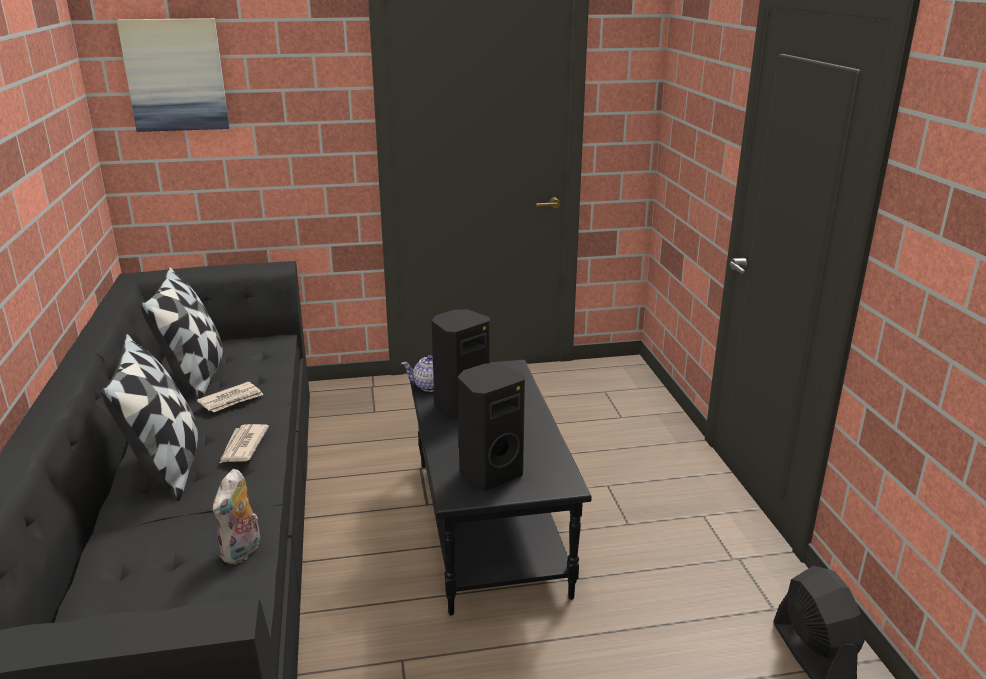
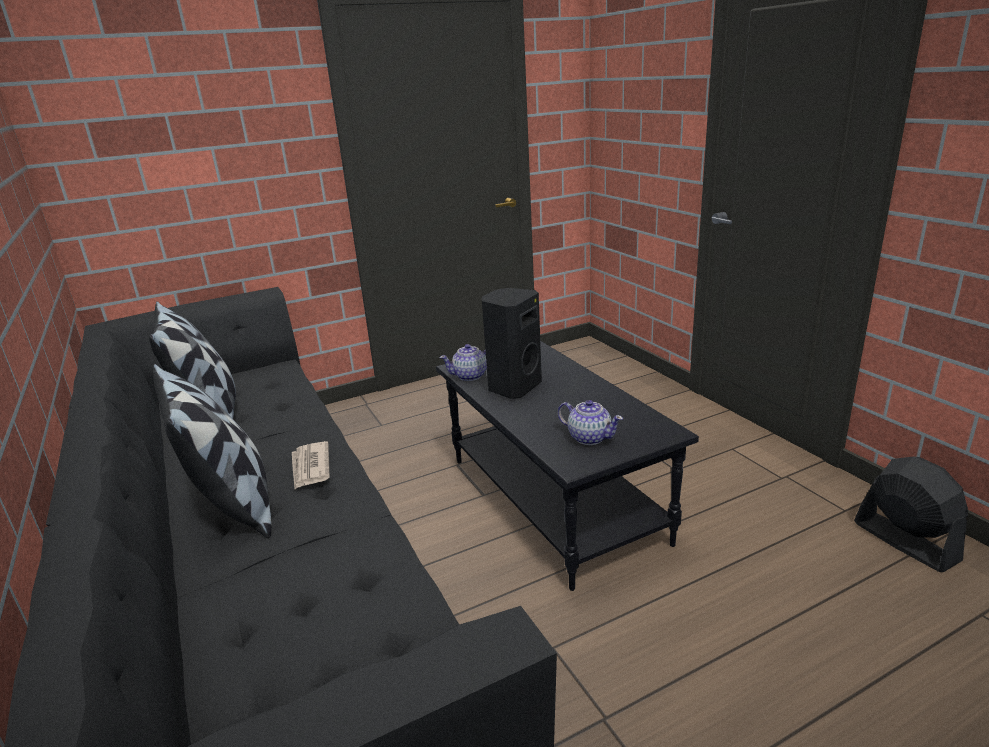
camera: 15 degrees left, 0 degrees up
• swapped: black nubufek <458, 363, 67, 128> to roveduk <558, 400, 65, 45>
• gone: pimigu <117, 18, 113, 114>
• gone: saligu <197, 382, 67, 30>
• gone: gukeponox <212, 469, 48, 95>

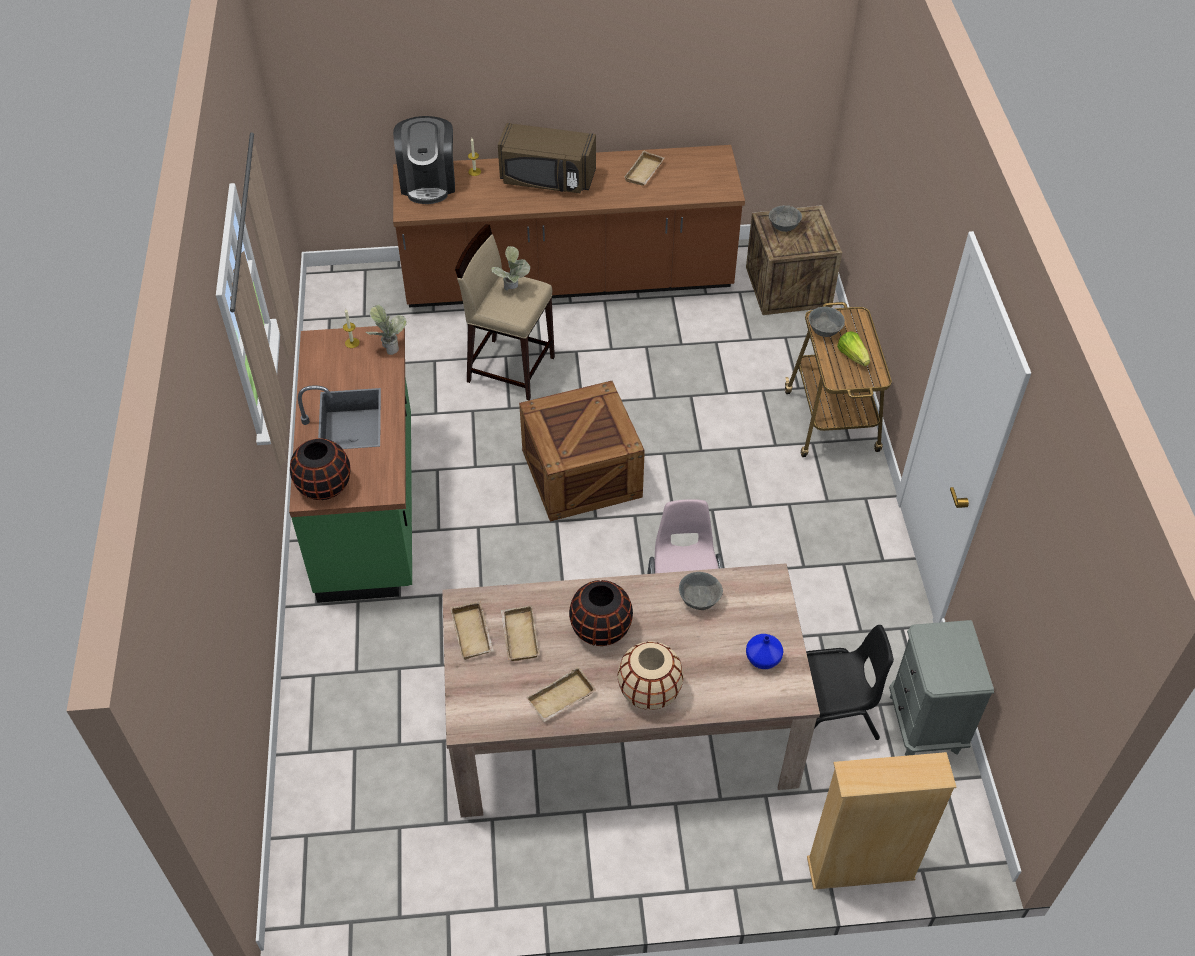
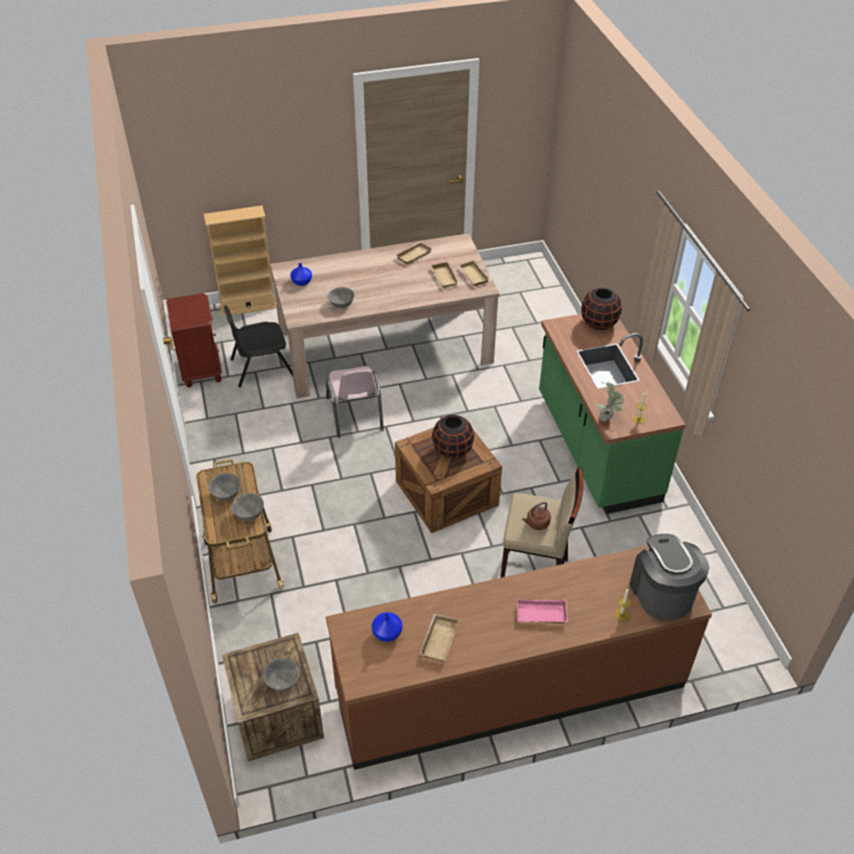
camera: 170 degrees right, 5 degrees down
• repainted: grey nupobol <889, 620, 105, 136> to brown nupobol <166, 293, 56, 95>
• swapped: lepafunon <837, 331, 33, 35> to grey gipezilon <208, 473, 33, 27>
• new: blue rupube <372, 612, 30, 30>
• shifted: black rupube <569, 580, 64, 66> to <432, 415, 42, 44>
• swapped: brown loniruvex <498, 123, 98, 70> to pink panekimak <517, 599, 51, 25>
• swapped: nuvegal <491, 246, 39, 45> to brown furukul <522, 502, 29, 28>
• gone: beige rupube <618, 641, 66, 69>

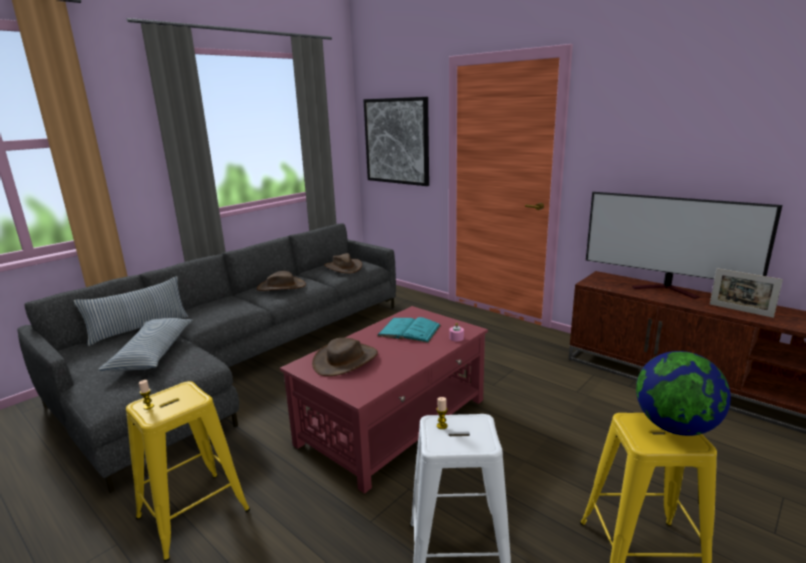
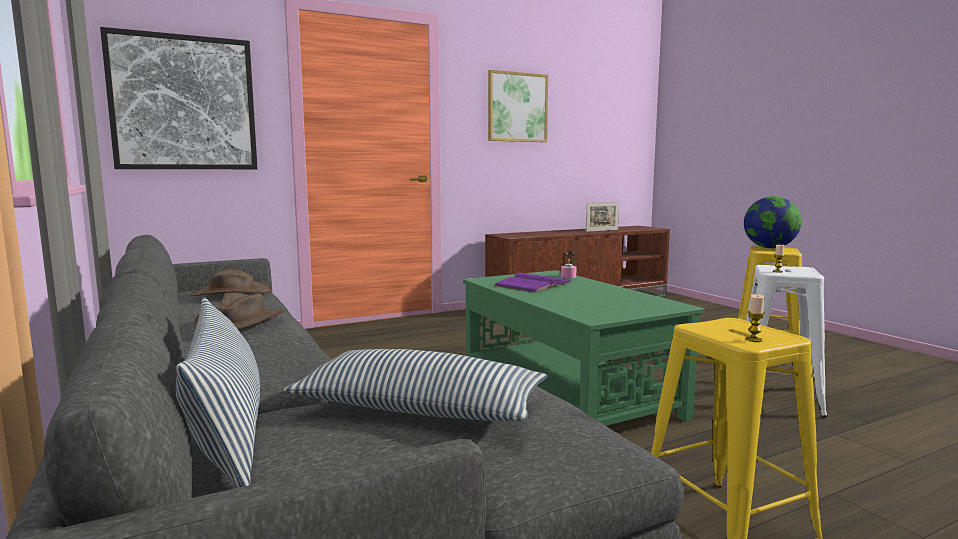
camera: 70 degrees left, 10 degrees down
• repainted: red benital <280, 306, 208, 188> to green benital <463, 270, 242, 156>
• new: pimigu <488, 70, 60, 72>
• repainted: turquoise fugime <377, 317, 64, 26> to purple fugime <494, 273, 78, 20>
• gone: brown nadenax <312, 338, 66, 38>
• gone: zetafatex <586, 192, 196, 107>

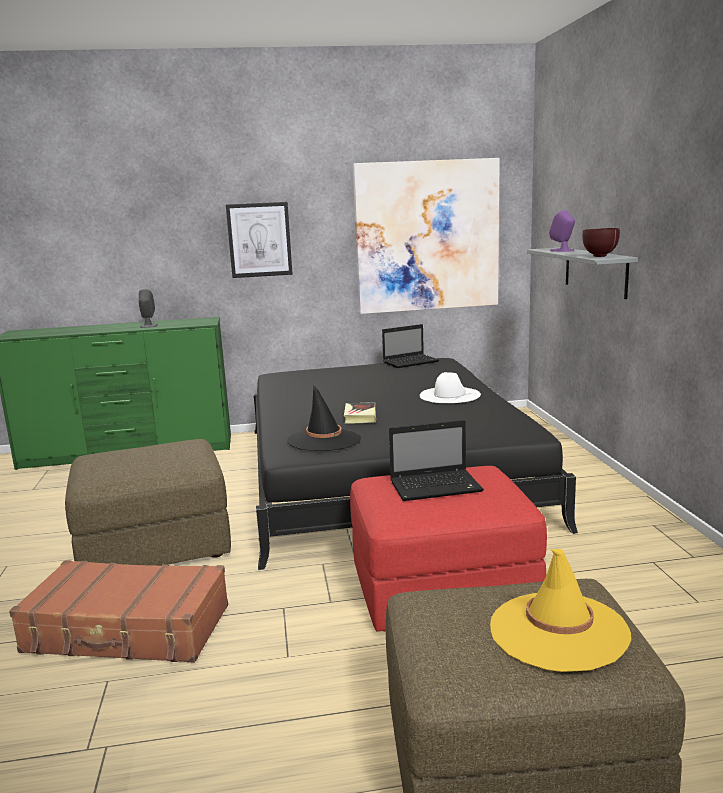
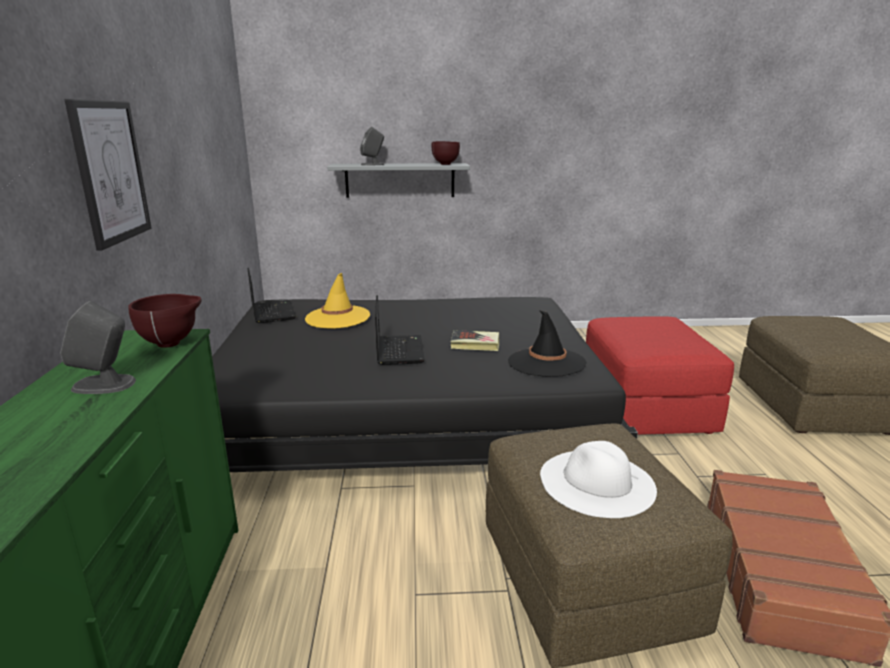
camera: 85 degrees left, 5 degrees up
• new: brown gipezilon <128, 294, 73, 54>
• shifted: yellow nadenax <490, 549, 141, 123> to <305, 273, 65, 56>
• repainted: purple nubufek <549, 210, 26, 42> to grey nubufek <360, 127, 24, 39>
• shifted: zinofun <389, 420, 95, 81> to <375, 295, 50, 70>
• shifted: white nadenax <420, 372, 61, 31> to <540, 441, 117, 77>
• gone: pimigu <353, 158, 147, 156>

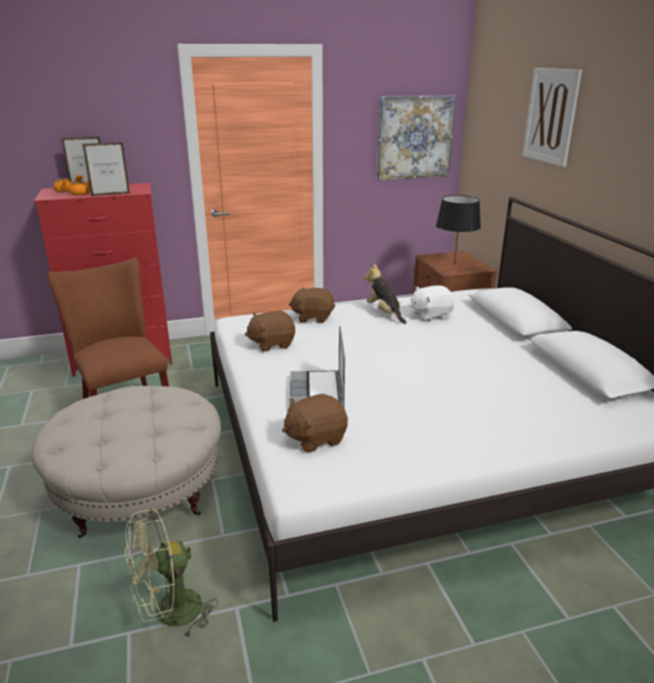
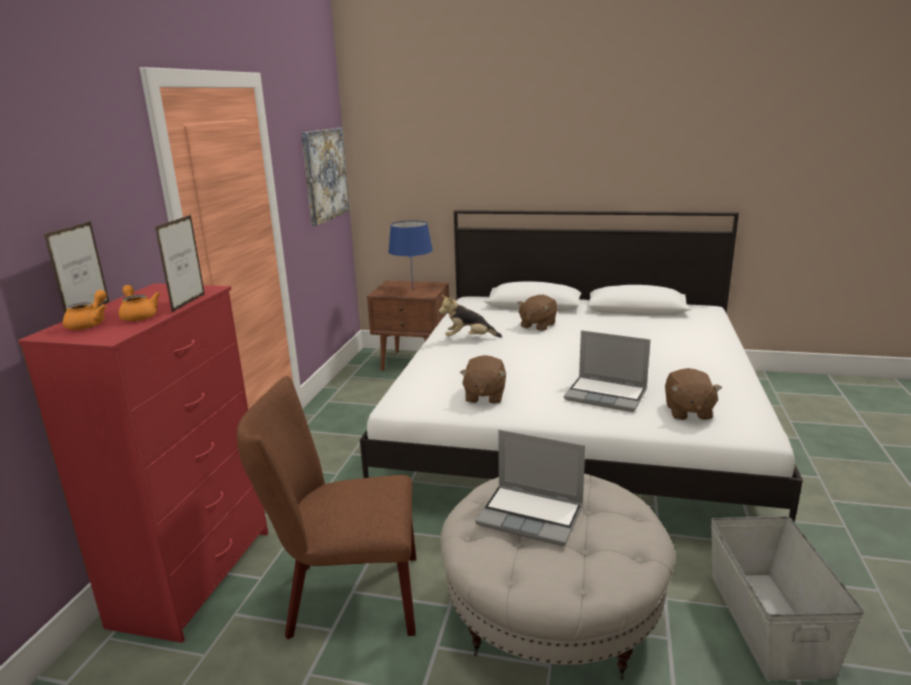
camera: 60 degrees left, 5 degrees down
• repainted: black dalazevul <436, 195, 45, 69> to blue dalazevul <388, 221, 45, 68>
• new: zinofun <475, 430, 110, 116>
• shifted: brown gukeponox <289, 287, 46, 36> to <518, 295, 39, 36>
• swapped: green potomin <125, 508, 93, 131> to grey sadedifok <710, 516, 154, 164>
• gone: white gukeponox <409, 285, 46, 36>
• gone: pimigu <522, 68, 60, 99>

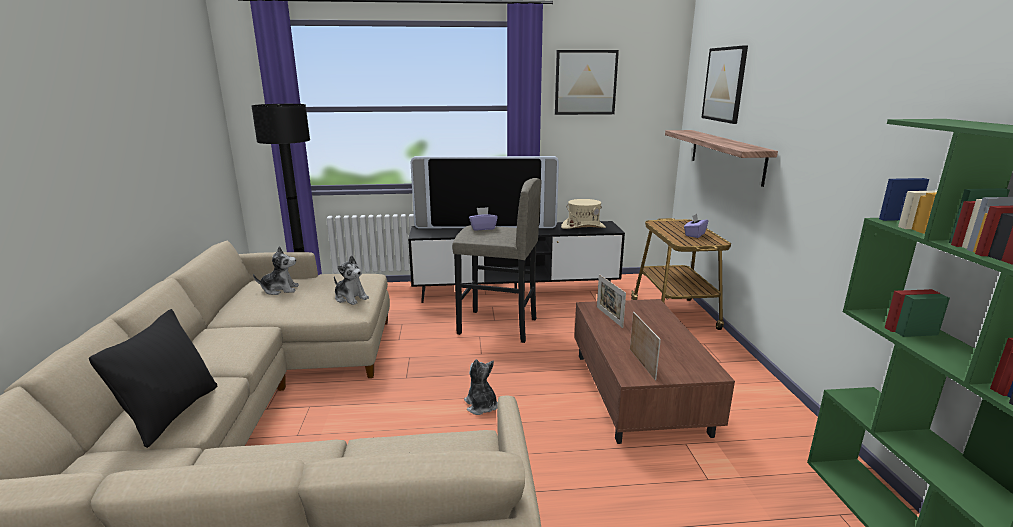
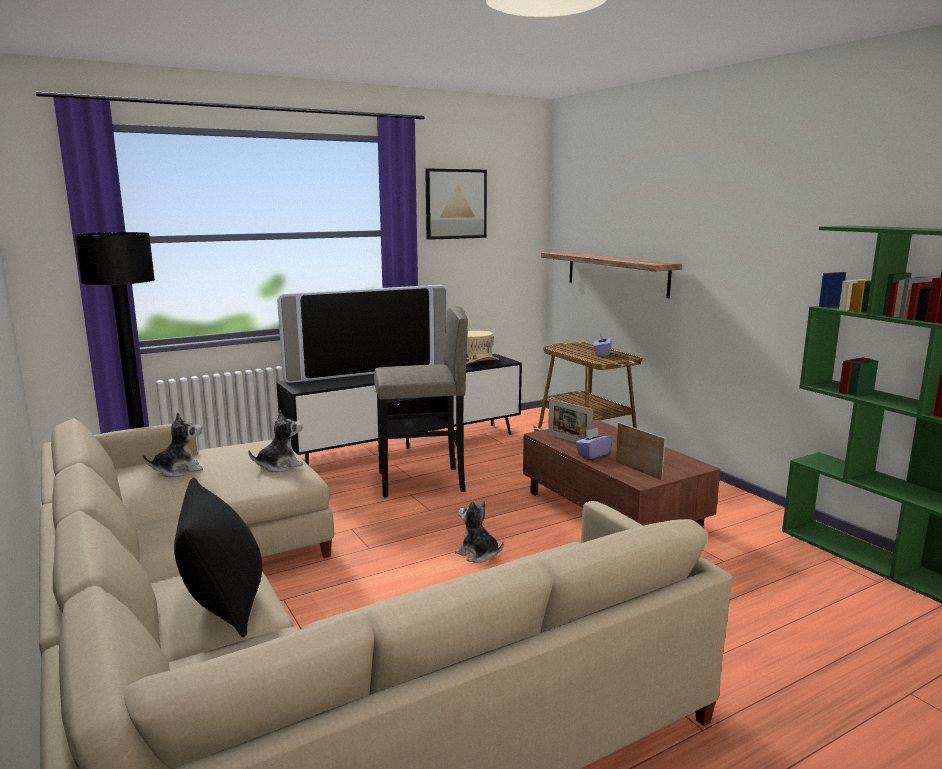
camera: 25 degrees left, 5 degrees down
• rotated: gukeponox <334, 255, 35, 50> = <248, 410, 55, 62> 45 degrees counterclockwise
• shifted: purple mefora <469, 207, 29, 23> to <575, 427, 38, 32>
• gone: pimigu <701, 45, 47, 79>

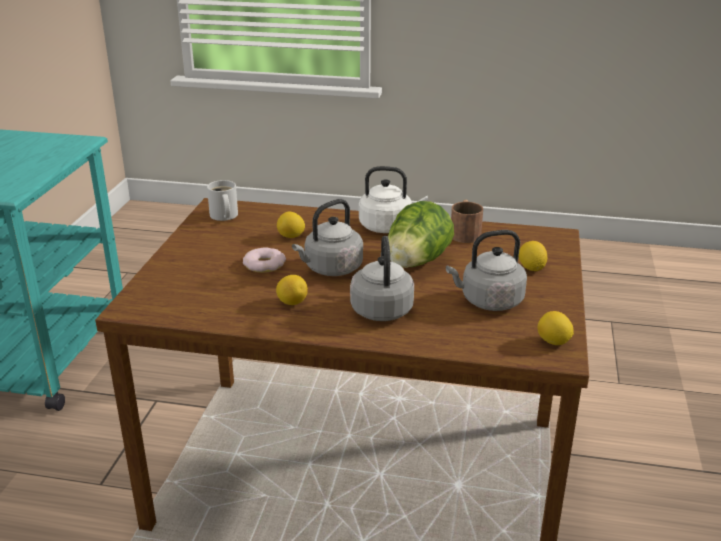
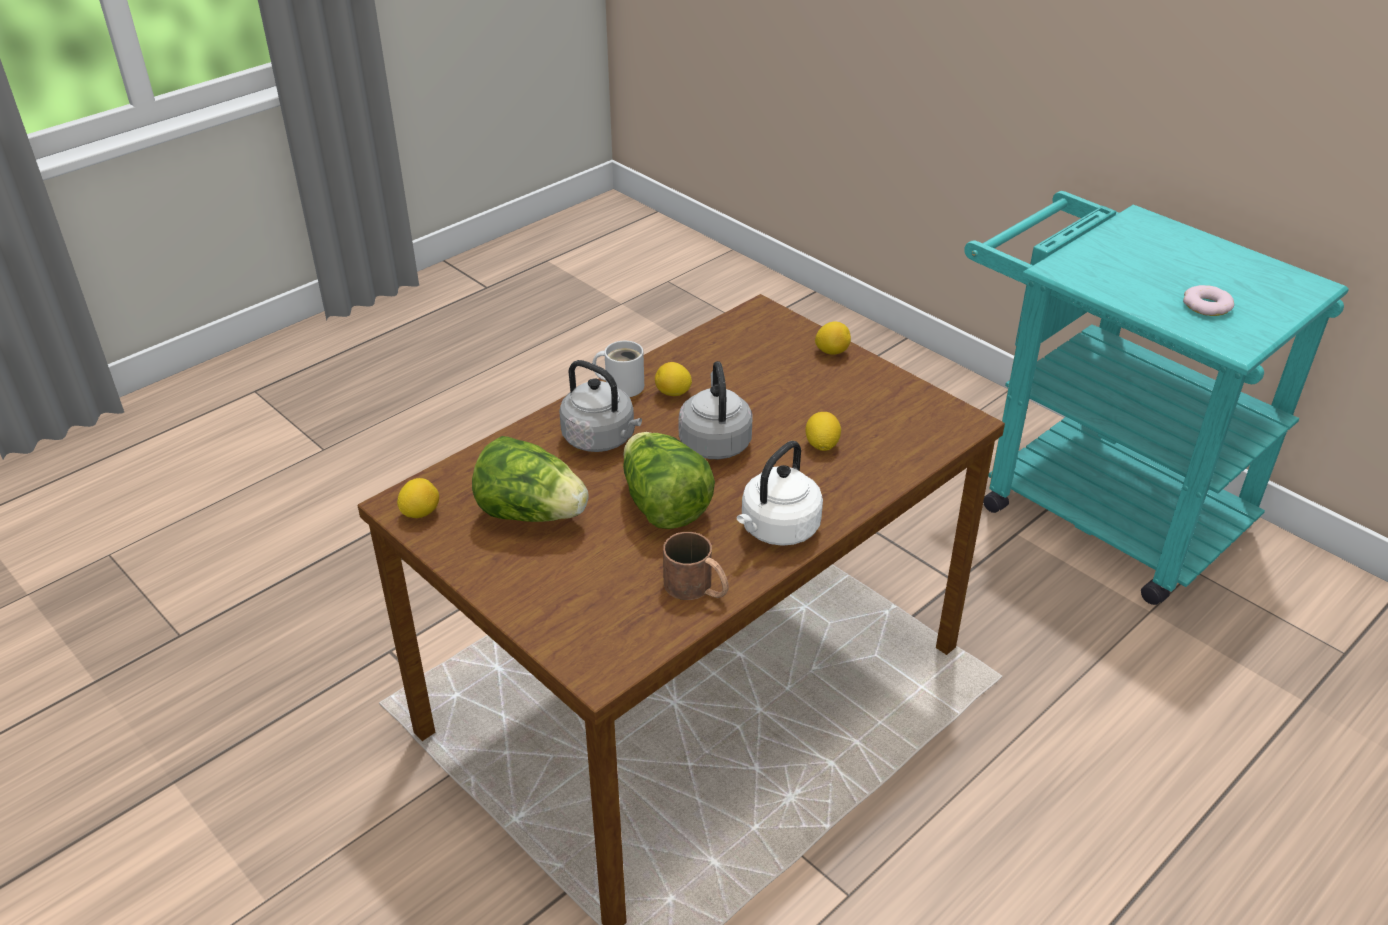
camera: 125 degrees right, 10 degrees up
• swapped: grey furukul <446, 230, 81, 81> to lepafunon <472, 436, 117, 86>
• shifted: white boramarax <207, 180, 31, 41> to <592, 341, 52, 56>
• shifted: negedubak <519, 241, 28, 30> to <815, 321, 36, 33>
• shifted: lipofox <243, 248, 43, 25> to <1183, 285, 51, 31>

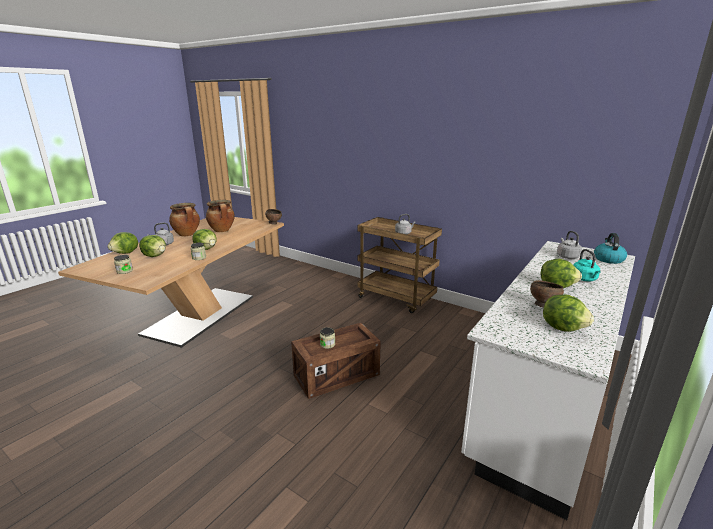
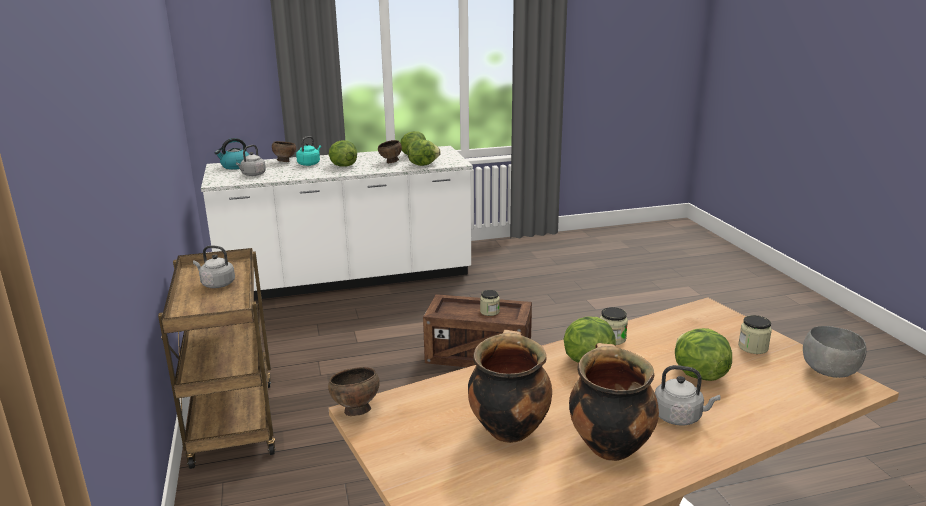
camera: 140 degrees left, 0 degrees up
• new: brown gipezilon <272, 141, 24, 21>
• shifted: lepafunon <107, 232, 31, 22> to <407, 139, 34, 27>
• new: grey gipezilon <803, 326, 64, 52>

